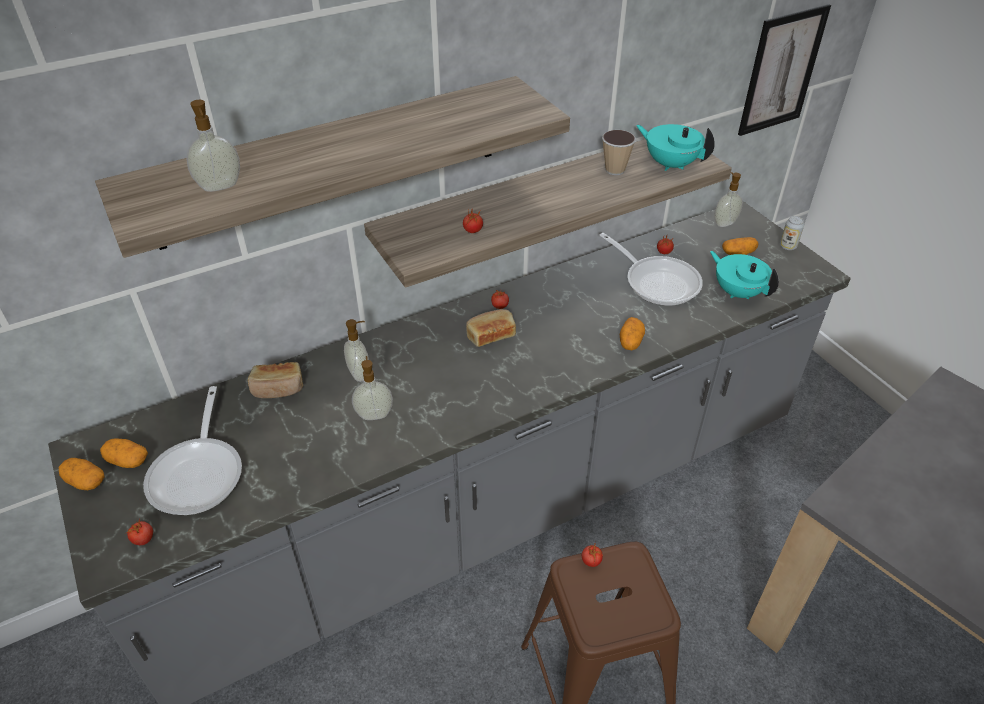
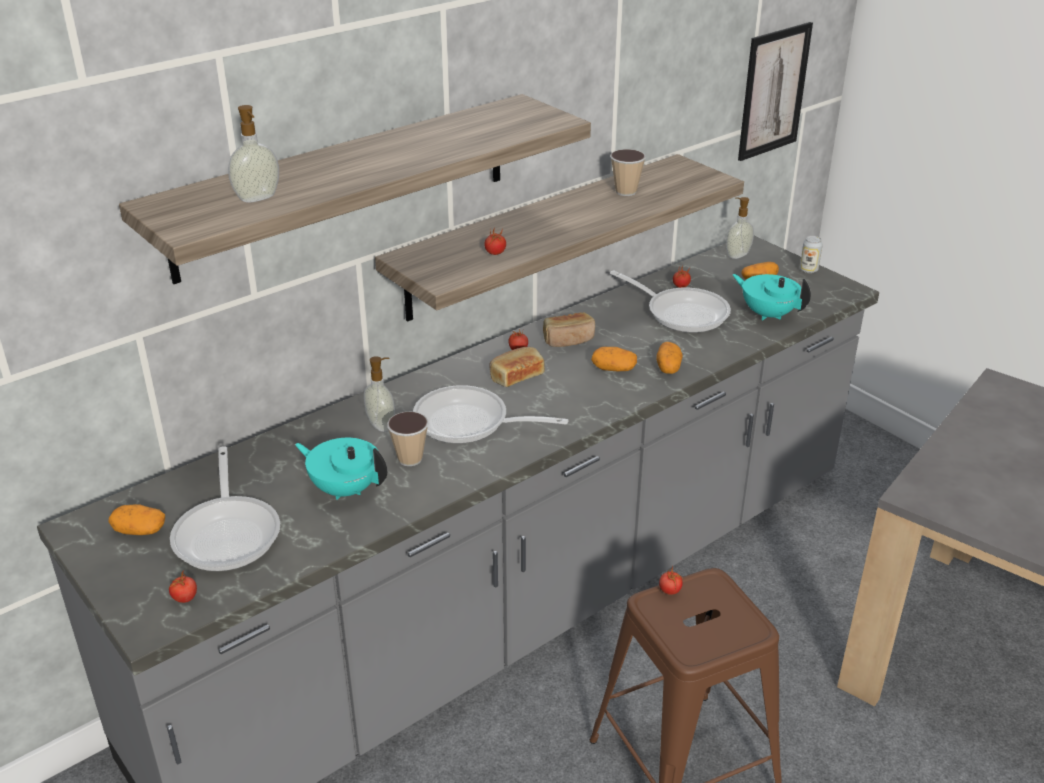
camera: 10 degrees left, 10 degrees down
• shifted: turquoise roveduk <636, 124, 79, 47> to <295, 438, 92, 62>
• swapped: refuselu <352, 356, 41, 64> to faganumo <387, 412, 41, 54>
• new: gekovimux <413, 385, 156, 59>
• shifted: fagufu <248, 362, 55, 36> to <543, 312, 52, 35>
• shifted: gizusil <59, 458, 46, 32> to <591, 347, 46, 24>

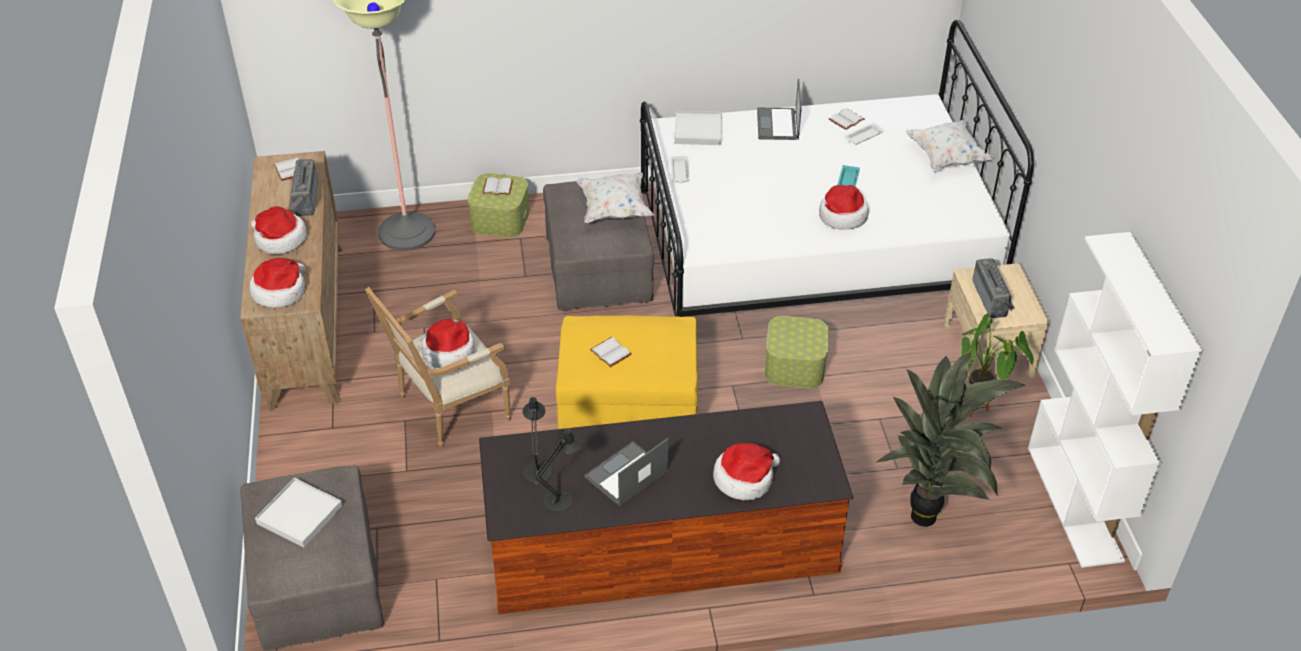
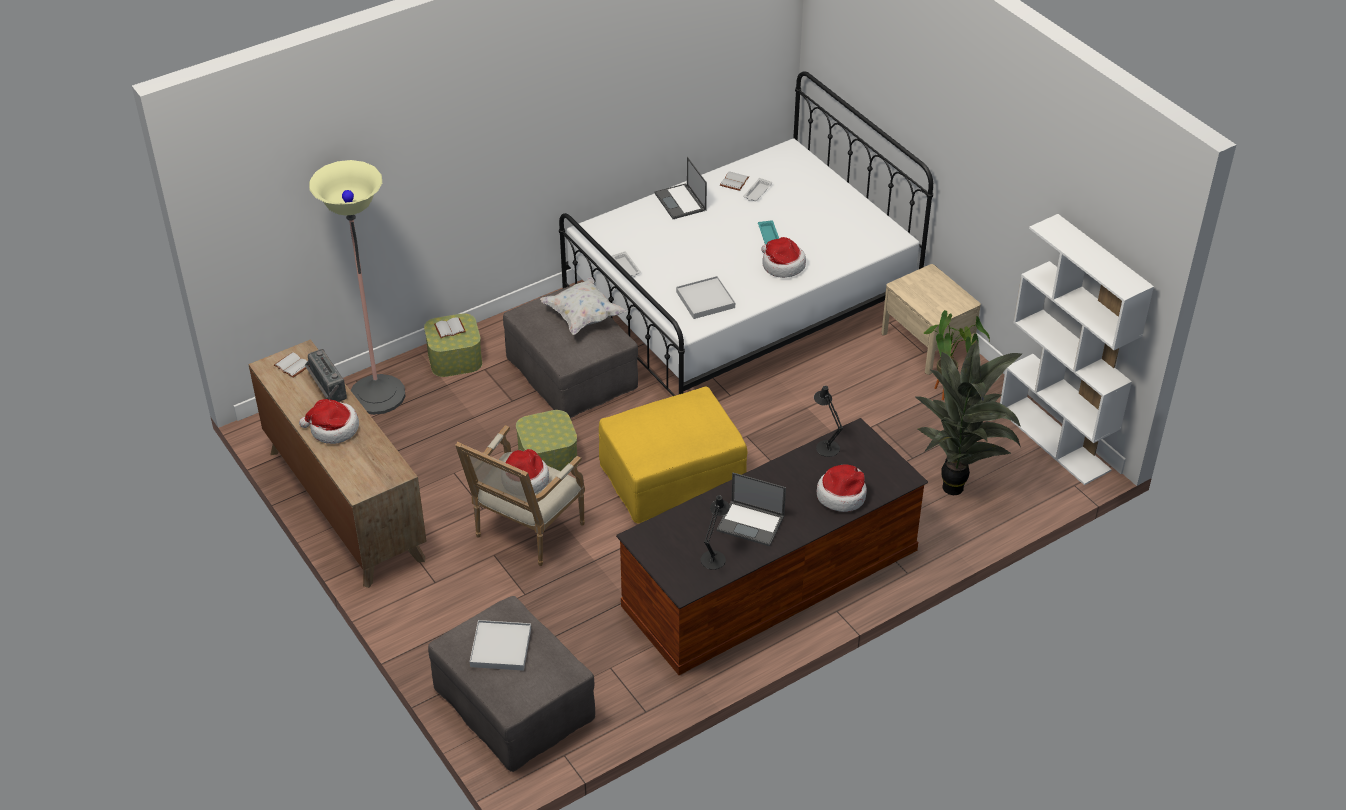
camera: 25 degrees left, 0 degrees up
• shifted: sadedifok <765, 316, 64, 73> to <516, 410, 61, 61>
• shifted: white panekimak <674, 111, 48, 34> to <676, 276, 59, 43>
• rotated: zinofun <584, 438, 85, 69> = <716, 473, 70, 73> 90 degrees counterclockwise
• shifted: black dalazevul <523, 397, 29, 86> to <814, 386, 29, 71>
• gone: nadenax <250, 258, 55, 50>
• gone: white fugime <590, 337, 42, 30>
• gone: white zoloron <906, 120, 89, 52>
• gone: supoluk <972, 258, 42, 60>

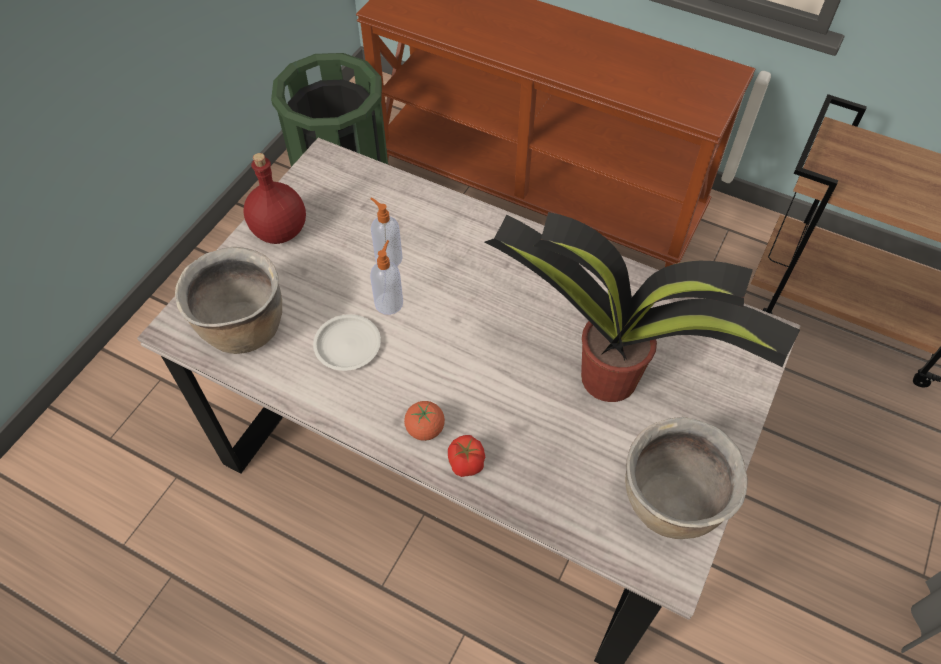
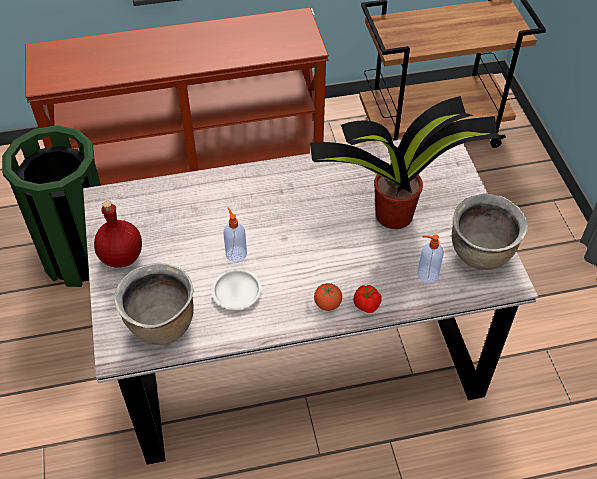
camera: 40 degrees left, 5 degrees down
• shifted: refuselu <370, 197, 33, 69> to <417, 234, 27, 49>

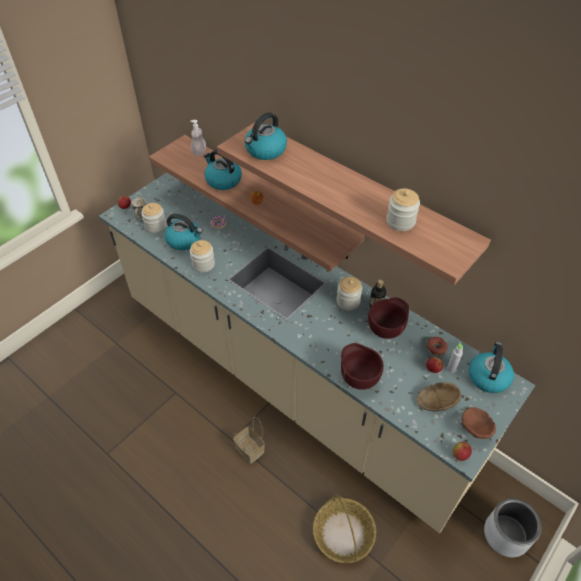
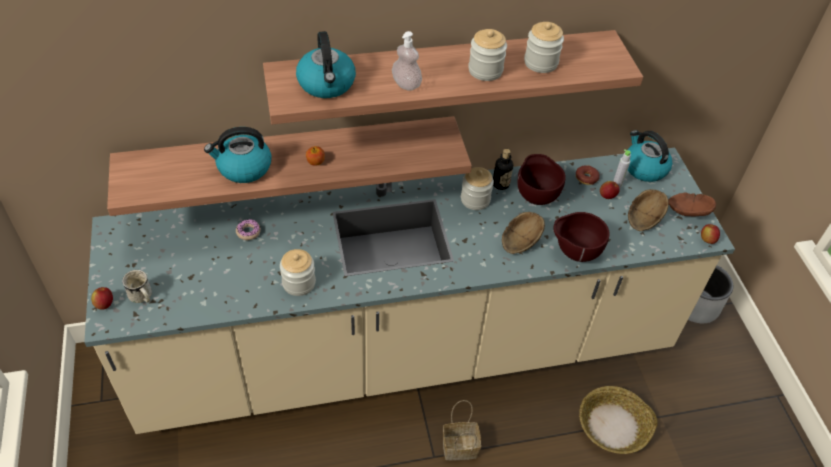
camera: 55 degrees left, 0 degrees up
• shifted: refuselu <190, 120, 16, 36> to <392, 31, 30, 60>
• shifted: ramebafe <141, 203, 25, 31> to <468, 29, 39, 52>
• new: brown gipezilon <502, 212, 43, 42>
• gone: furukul <164, 213, 39, 37>

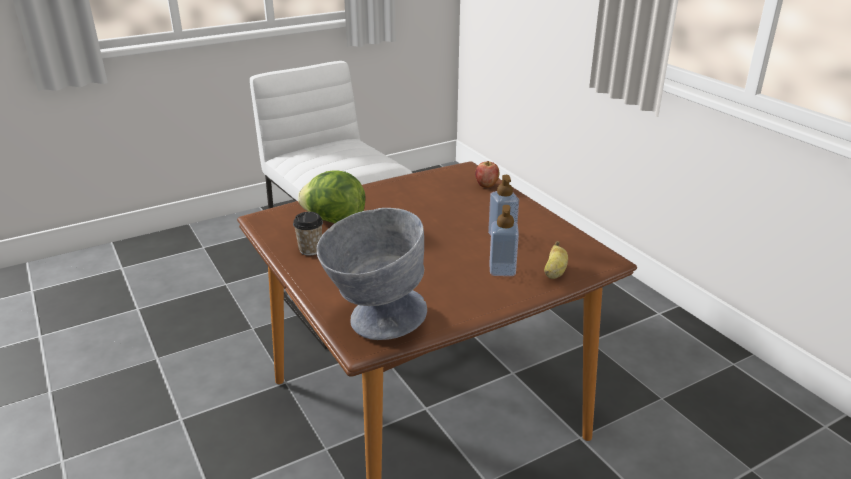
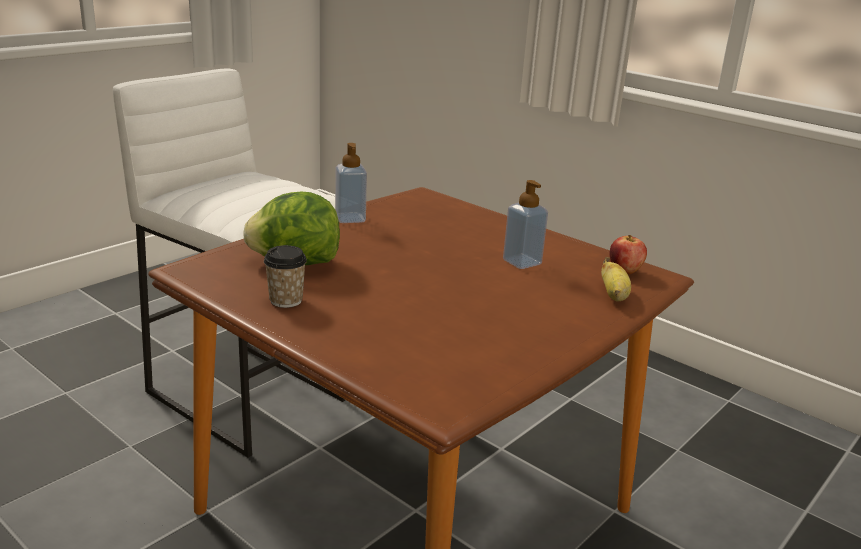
camera: 20 degrees left, 5 degrees down
• shifted: refuselu <489, 205, 30, 71> to <335, 143, 32, 80>
• shifted: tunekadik <475, 161, 24, 27> to <609, 235, 38, 40>
• gone: grey gipezilon <317, 208, 110, 132>

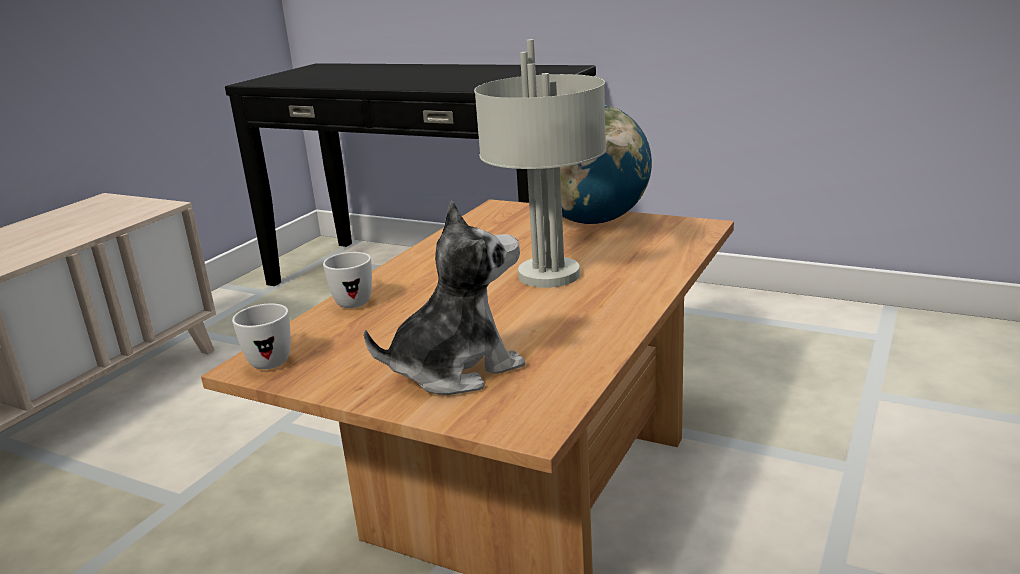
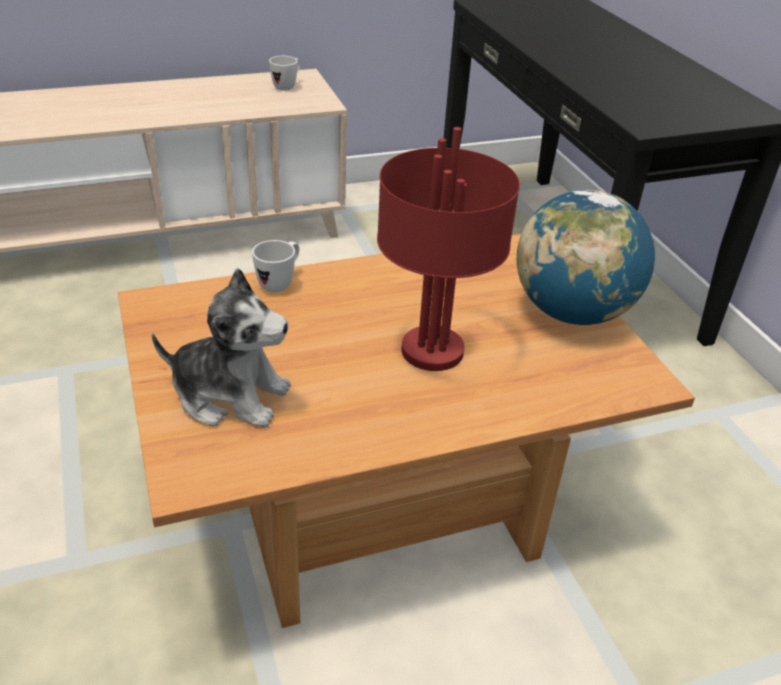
camera: 40 degrees right, 15 degrees up
• shifted: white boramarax <232, 304, 59, 65> to <269, 56, 31, 34>
• repainted: grey dalazevul <474, 39, 132, 249> to red dalazevul <377, 127, 143, 244>

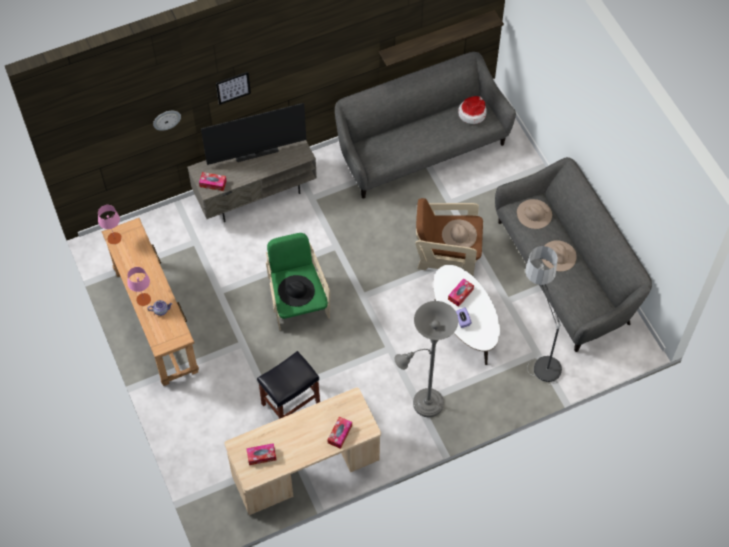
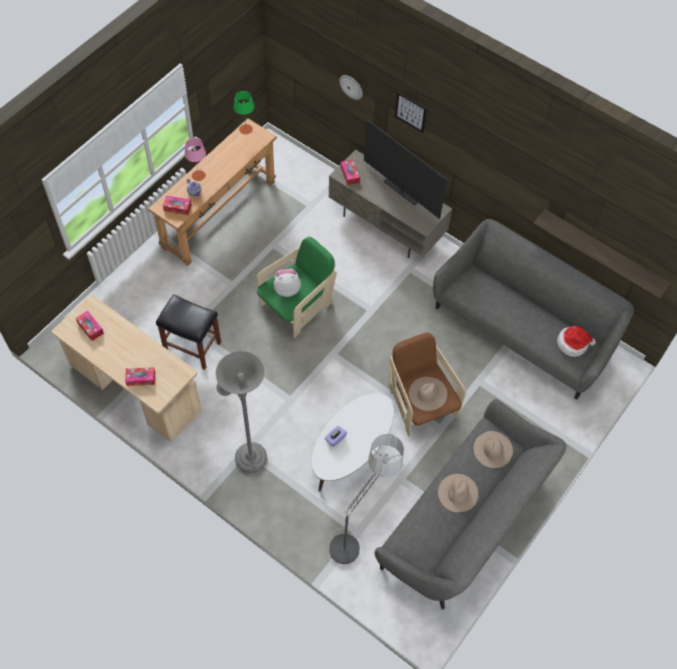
camera: 60 degrees right, 0 degrees up
• shifted: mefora <448, 278, 26, 29> to <163, 196, 29, 19>
• repainted: pink dalazevul <98, 205, 24, 40> to green dalazevul <234, 91, 20, 44>
• swapped: black nadenax <278, 275, 37, 32> to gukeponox <273, 268, 28, 29>

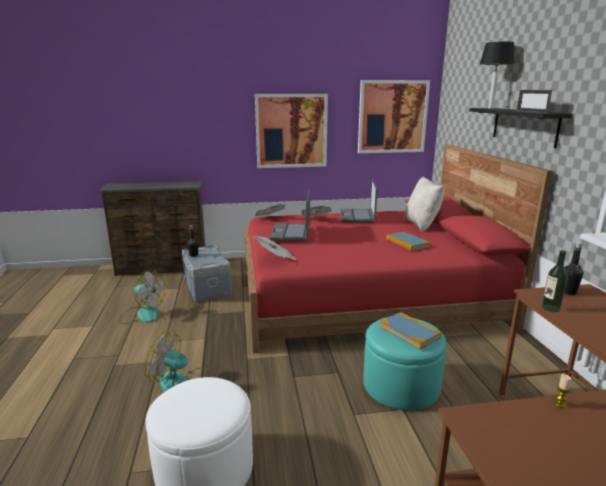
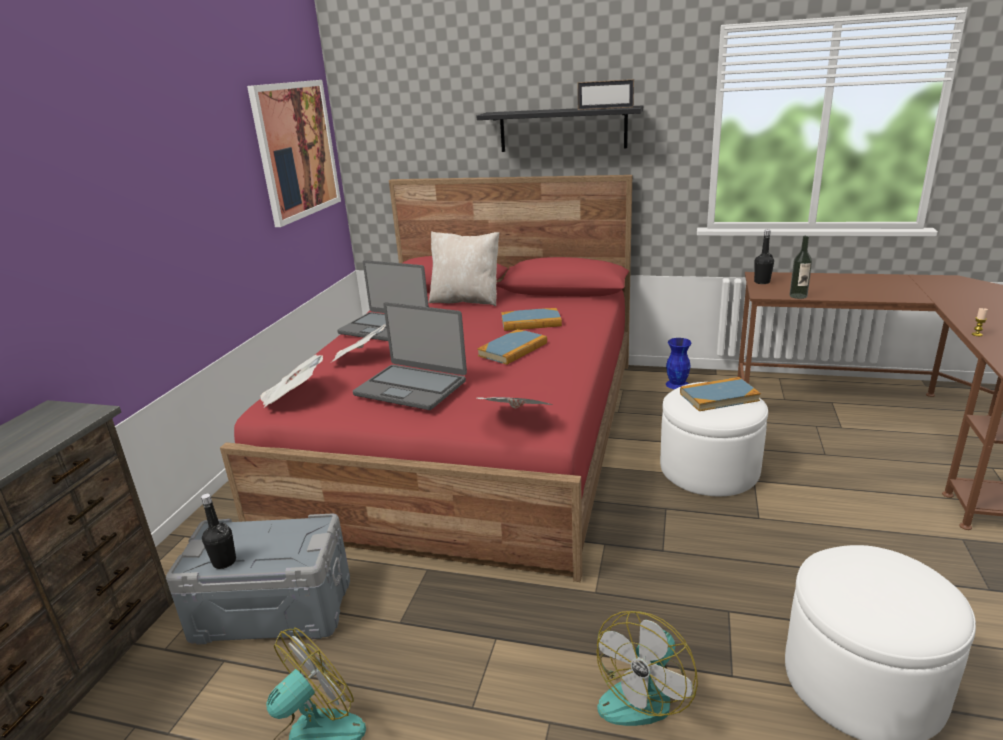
camera: 65 degrees left, 5 degrees up
• new: fugime <477, 329, 70, 36>
• repainted: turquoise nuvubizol <363, 317, 84, 94> to white nuvubizol <660, 382, 108, 114>
• new: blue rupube <666, 338, 26, 51>
• gone: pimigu <255, 94, 73, 74>
• gone: dalazevul <480, 42, 35, 67>

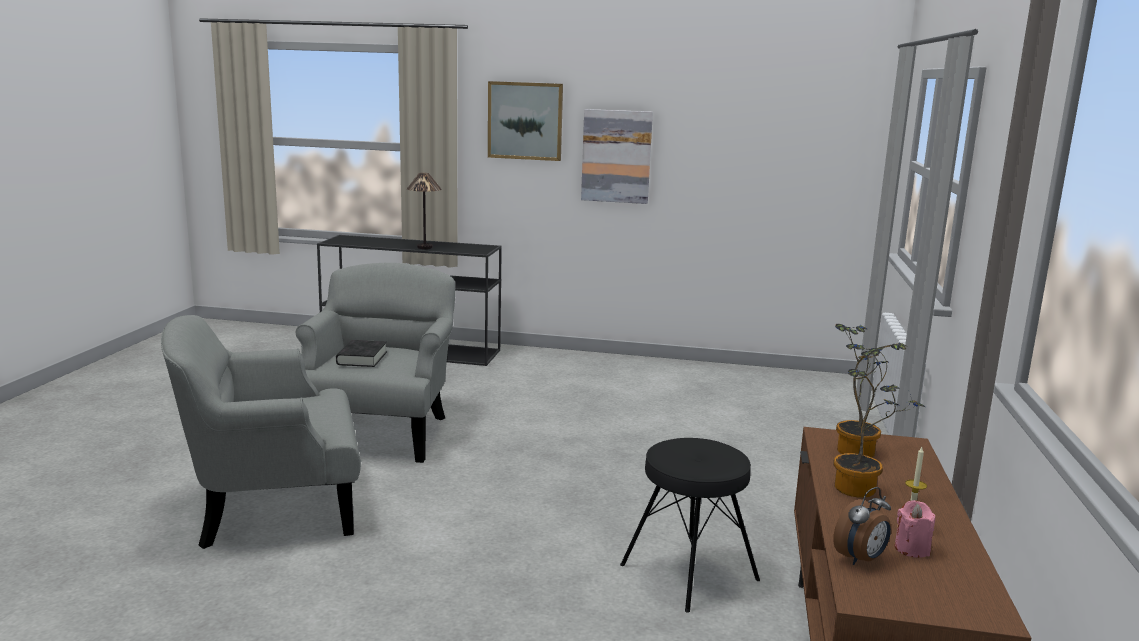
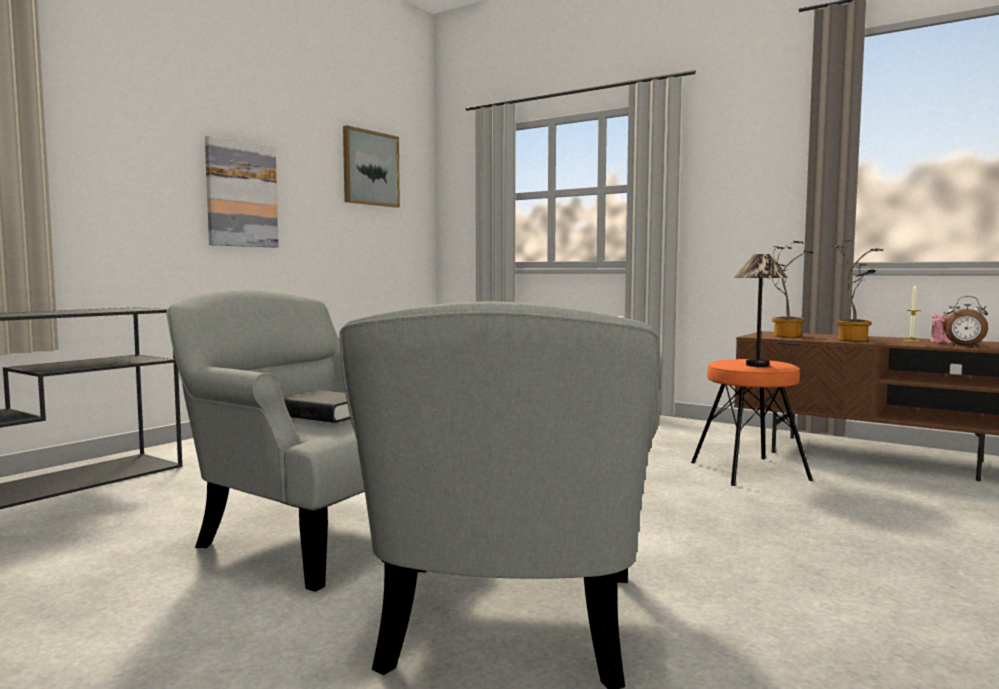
camera: 65 degrees left, 10 degrees down
• shifted: pimigu <488, 81, 75, 80> to <343, 125, 57, 83>
• repainted: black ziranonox <620, 438, 140, 175> to orange ziranonox <691, 359, 122, 127>
• shifted: dalazevul <407, 173, 35, 76> to <734, 254, 54, 113>
• rotated: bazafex <833, 487, 58, 78> = <944, 296, 44, 51> 135 degrees clockwise

